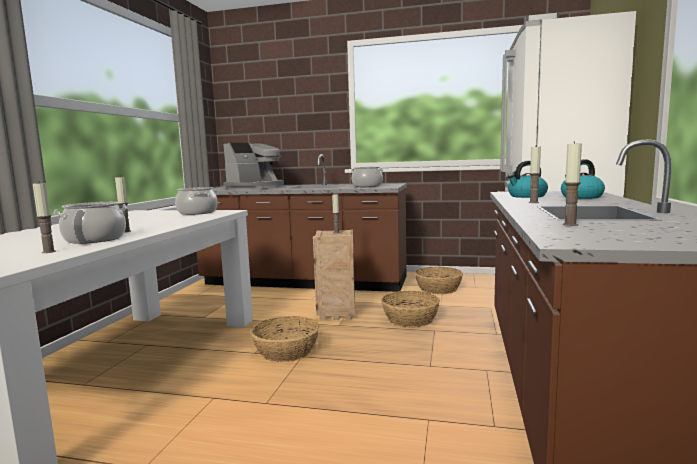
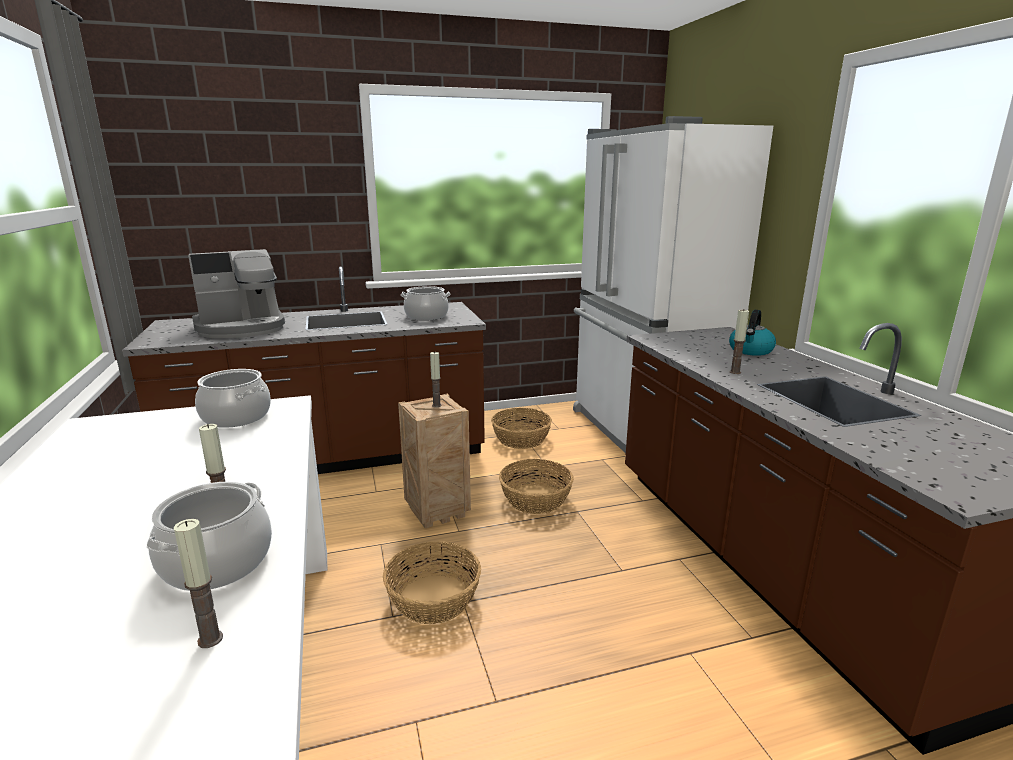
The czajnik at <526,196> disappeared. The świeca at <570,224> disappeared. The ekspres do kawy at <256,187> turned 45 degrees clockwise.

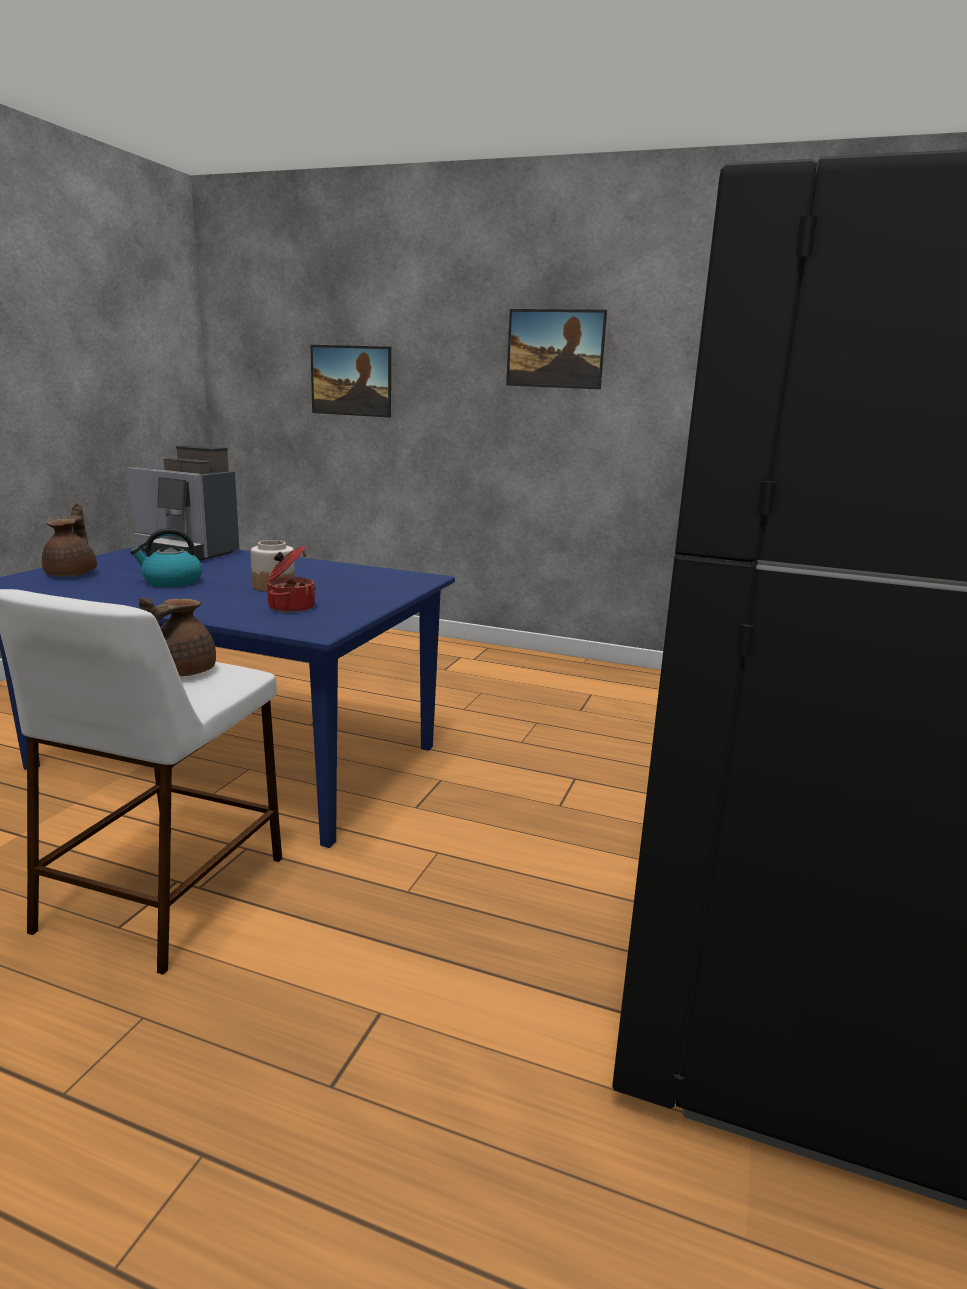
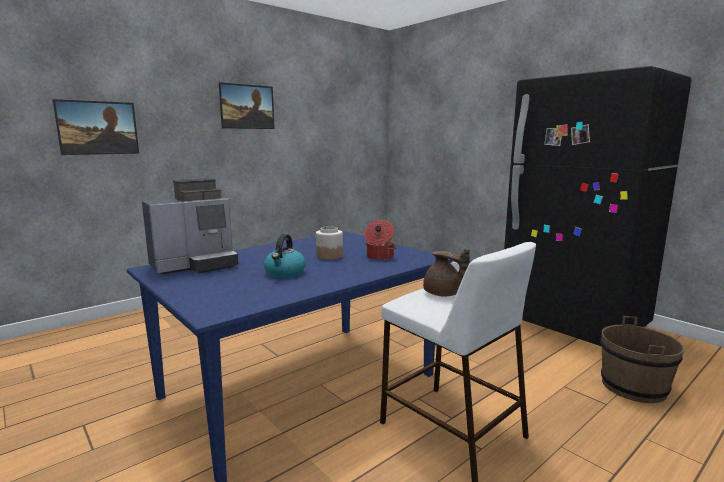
The imbryk/brązowy at <73,573> disappeared. The wiadro/brązowy at <633,387> appeared.

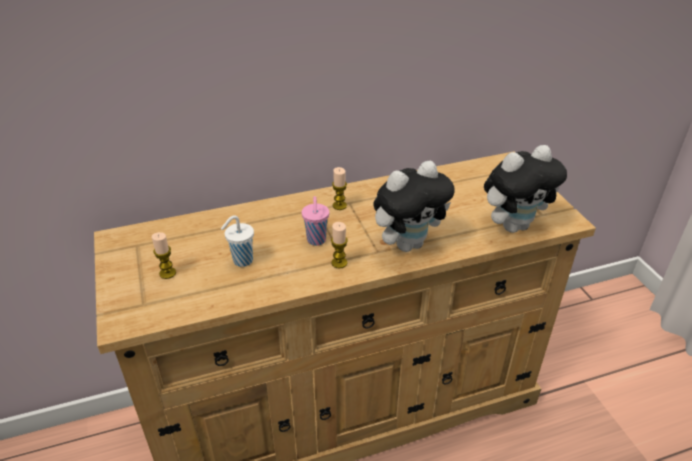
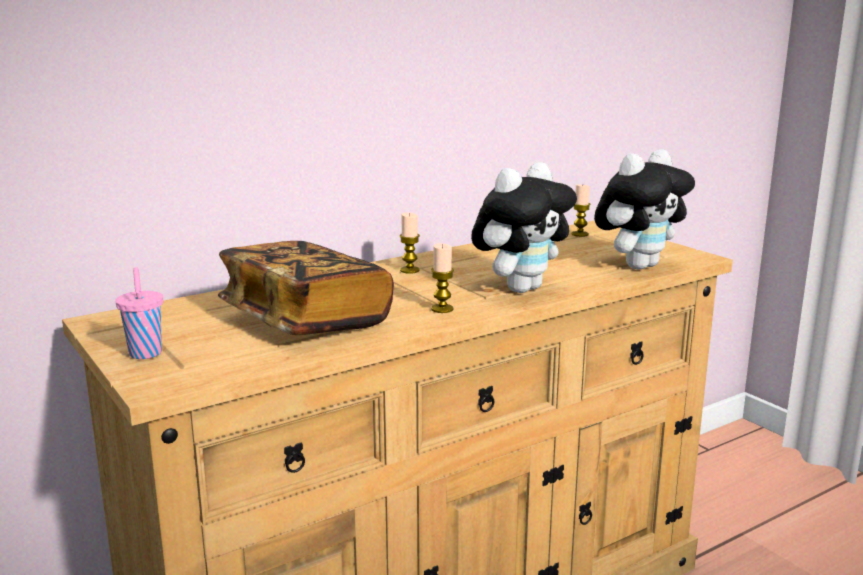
The świeca moved from <167,273> to <580,234>. The filiżanka/różowy moved from <316,241> to <145,354>. The filiżanka/biały at <241,261> was replaced by the książka at <305,320>.

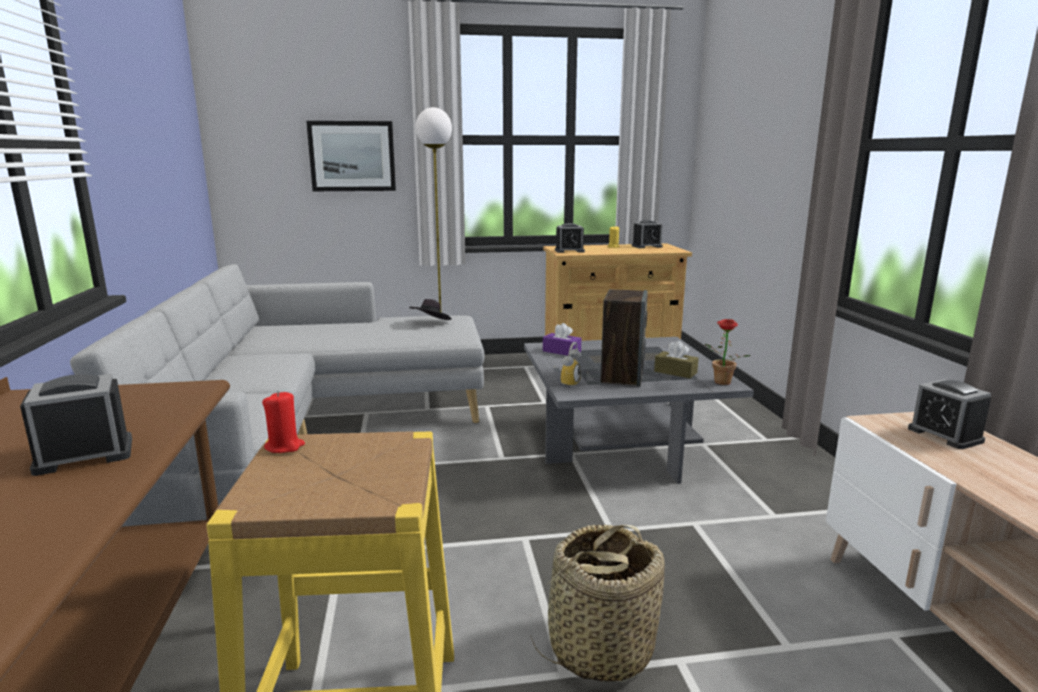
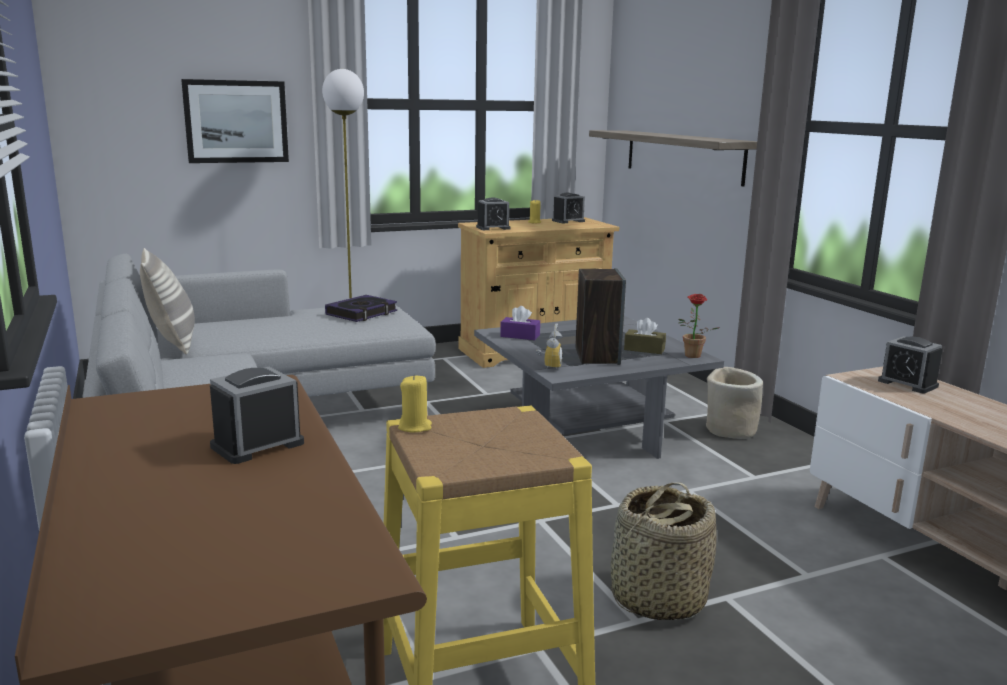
The poduszka at <172,342> appeared. The półka at <682,156> appeared. The donica/beżowy at <729,430> appeared. The kapelusz/czarny at <430,323> was replaced by the książka at <362,313>. The świeca/czerwony at <284,446> became the świeca/żółty at <415,427>.

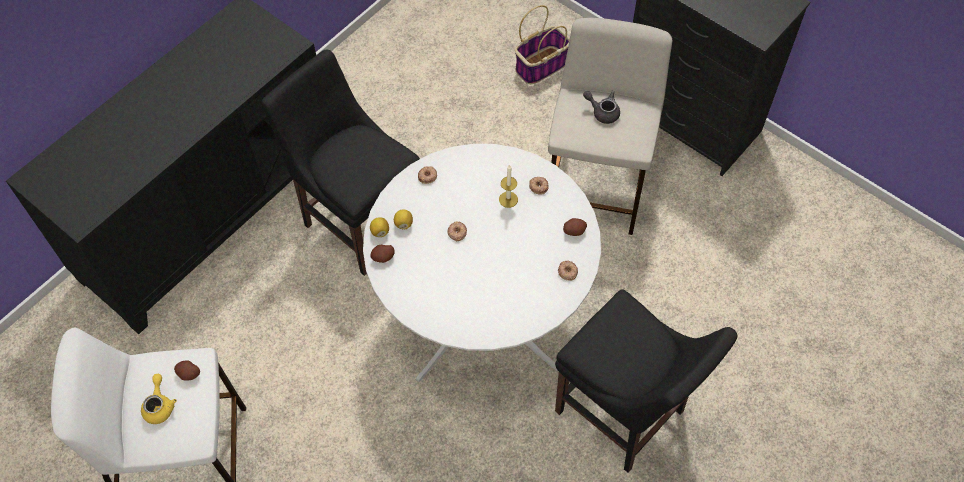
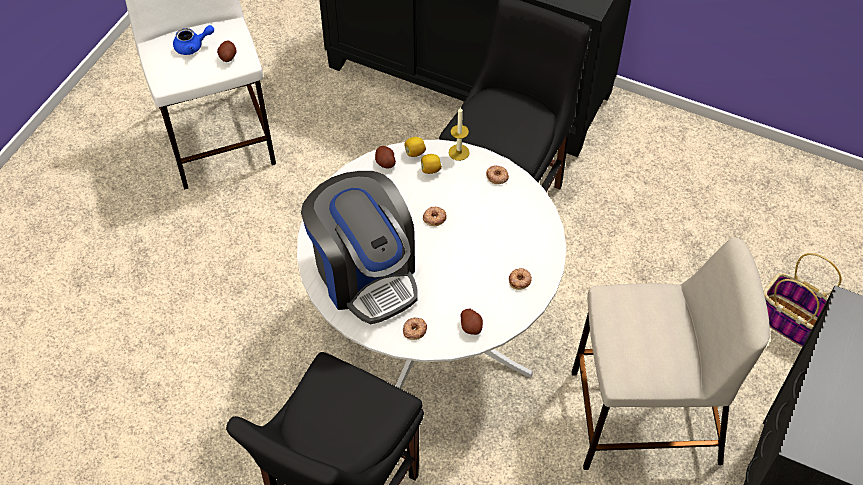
The imbryk/szary at <602,112> disappeared. The ekspres do kawy at <365,273> appeared. The świeca moved from <508,199> to <459,152>. The imbryk/żółty at <160,405> became the imbryk/niebieski at <193,46>.

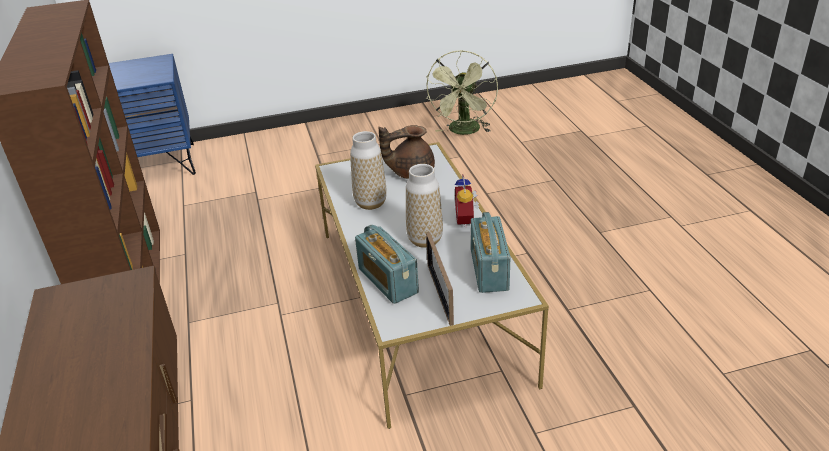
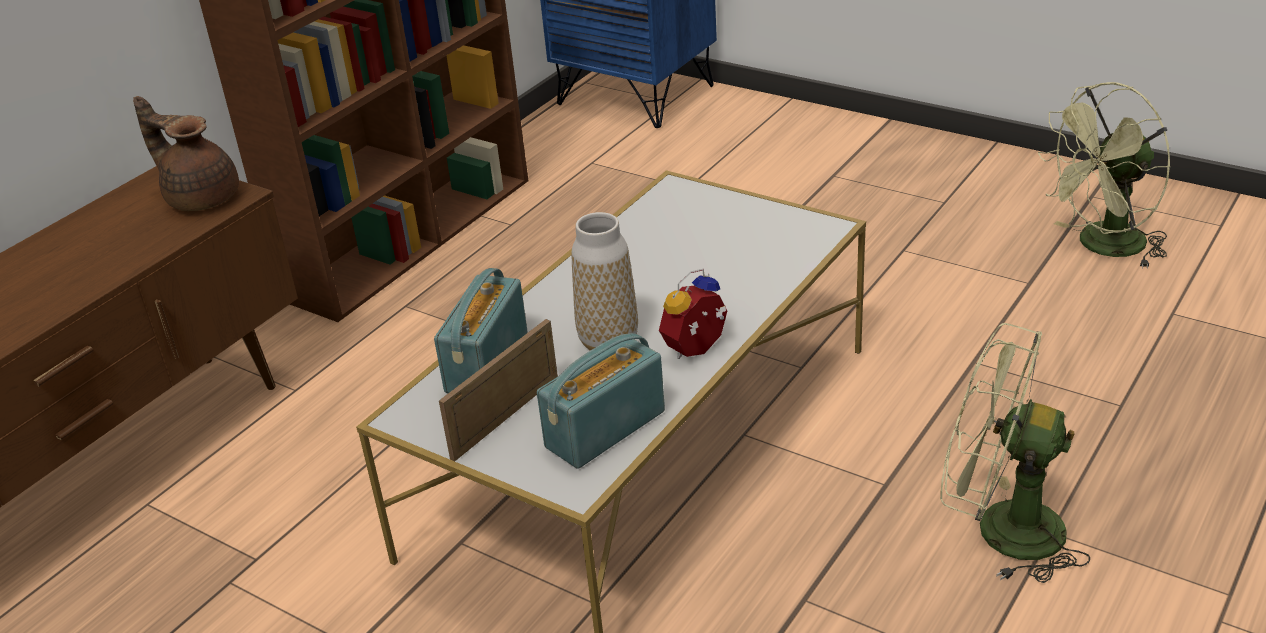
The wazon at <370,203> disappeared. The wentylator/zielony at <1000,530> appeared. The imbryk/brązowy moved from <410,172> to <201,197>.

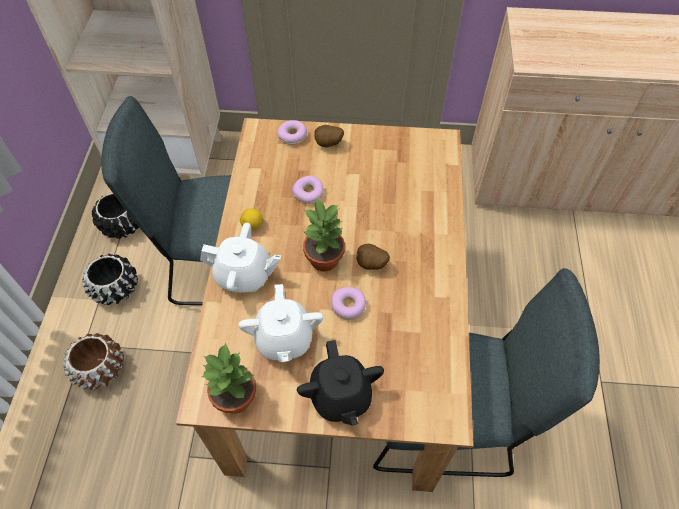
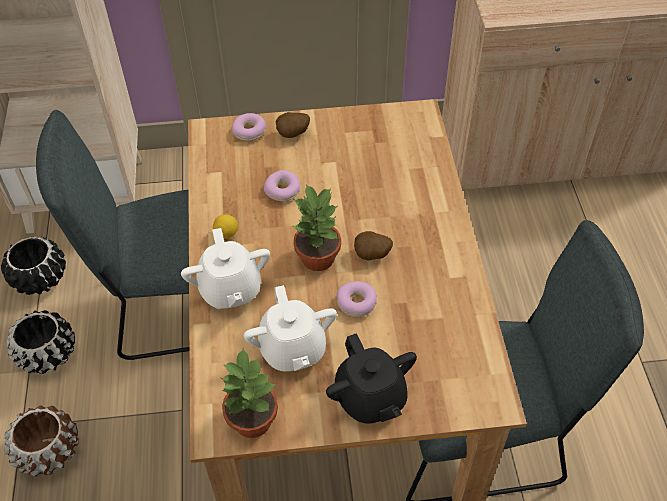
The imbryk/biały at <244,275> turned 75 degrees clockwise.

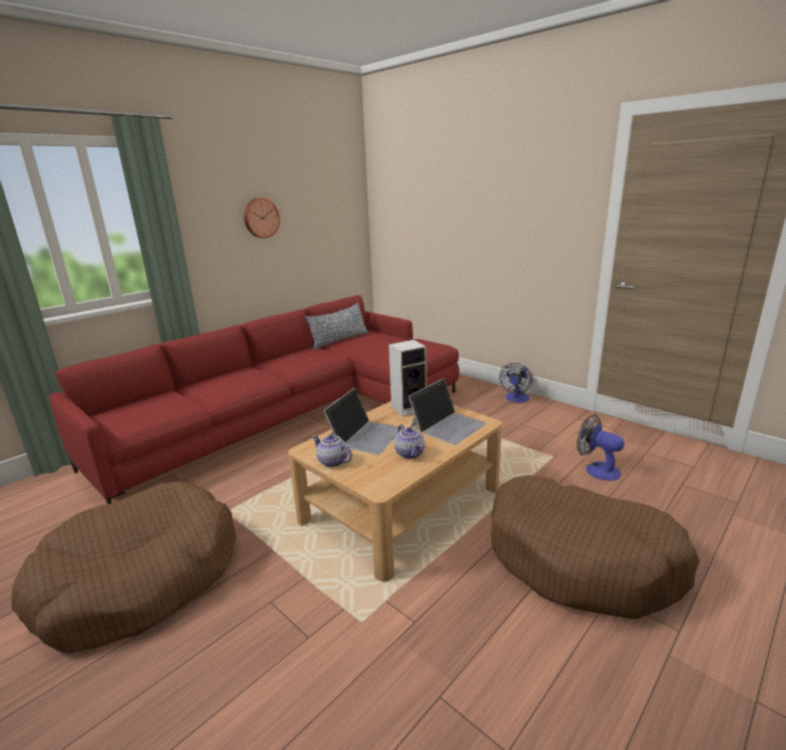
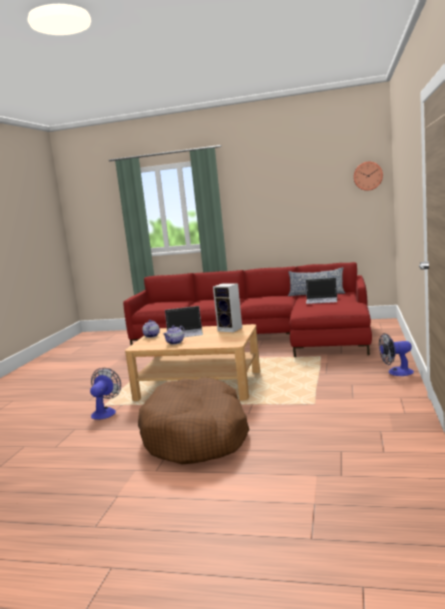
The legowisko/brązowy at <140,578> disappeared. The zegar ścienny moved from <261,218> to <368,176>. The laptop moved from <447,425> to <322,299>. The wentylator moved from <596,469> to <105,412>.

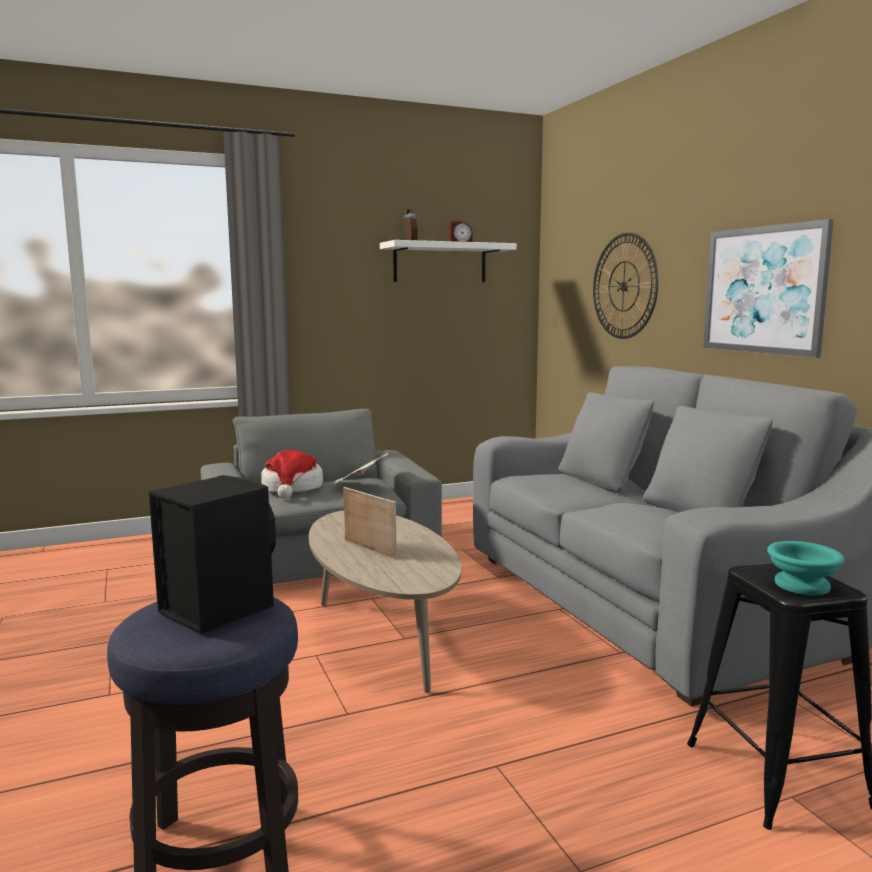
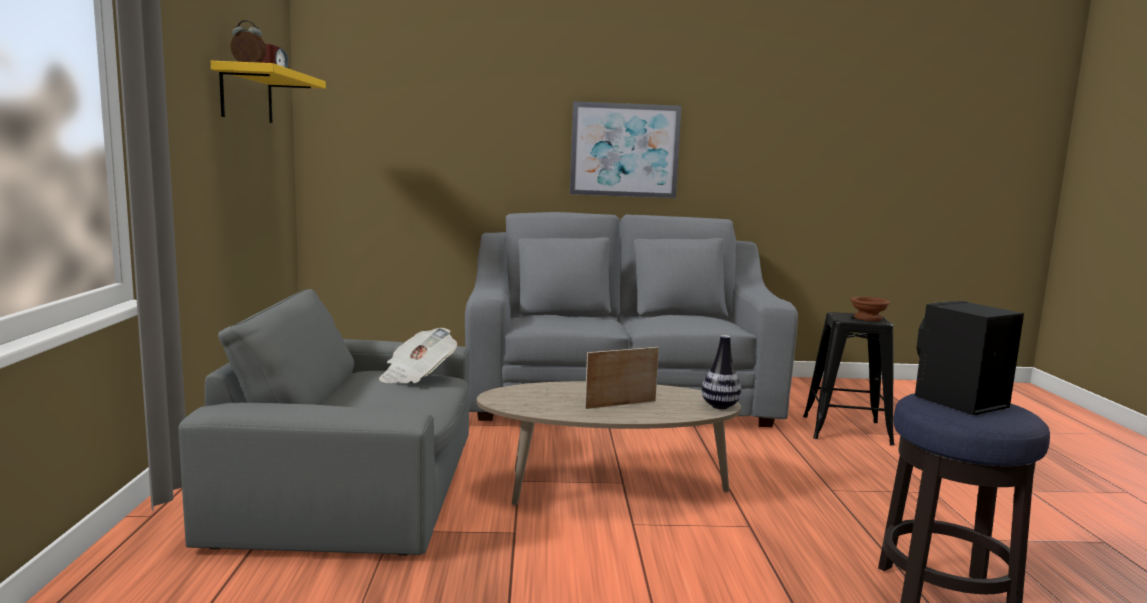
The kapelusz at <292,488> disappeared. The zegar ścienny at <624,286> disappeared. The wazon at <719,406> appeared. The półka/biały at <440,263> became the półka/żółty at <247,95>. The miska/turkusowy at <802,585> became the miska/brązowy at <867,318>.

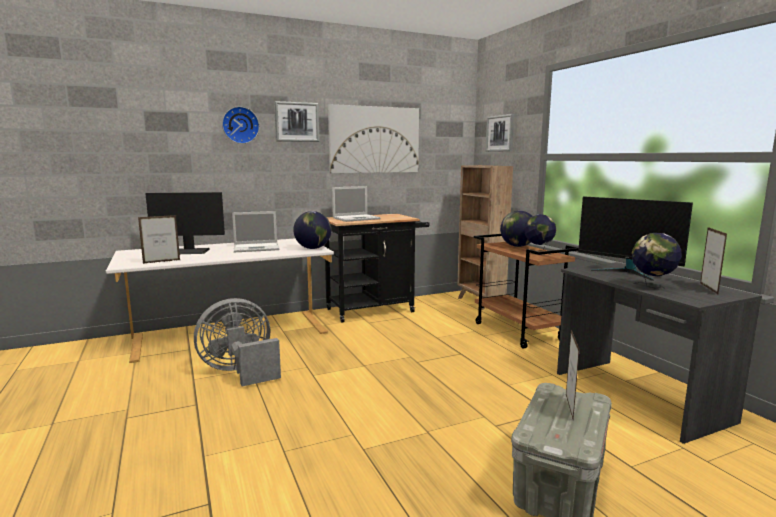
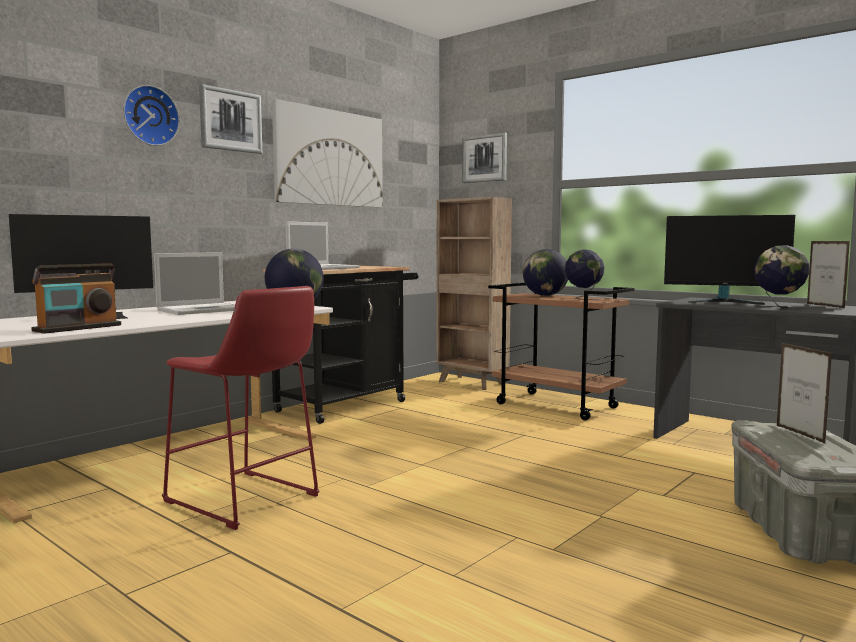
The ramka na zdjęcie at <162,261> was replaced by the radio at <78,328>. The wentylator/szary at <240,372> was replaced by the stołek/czerwony at <246,501>.

